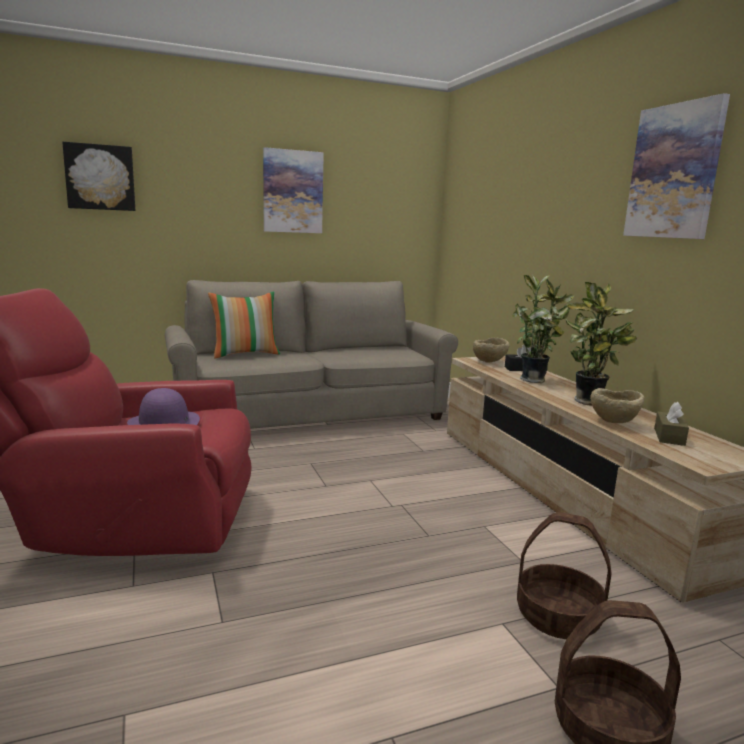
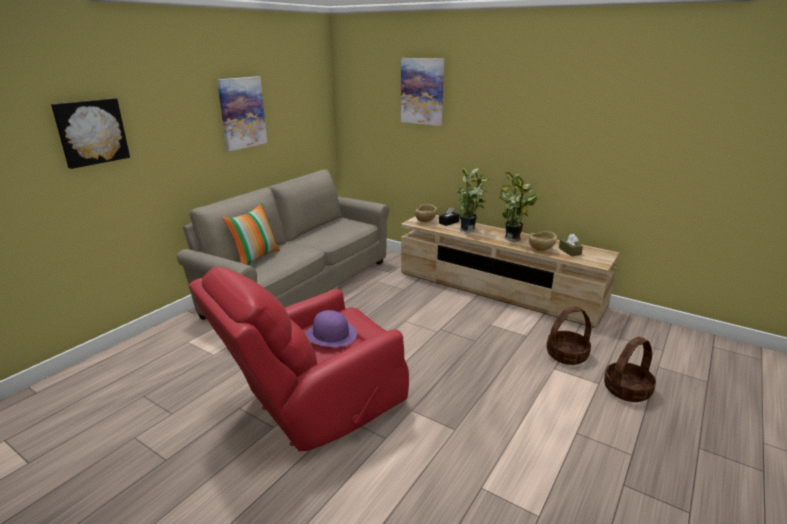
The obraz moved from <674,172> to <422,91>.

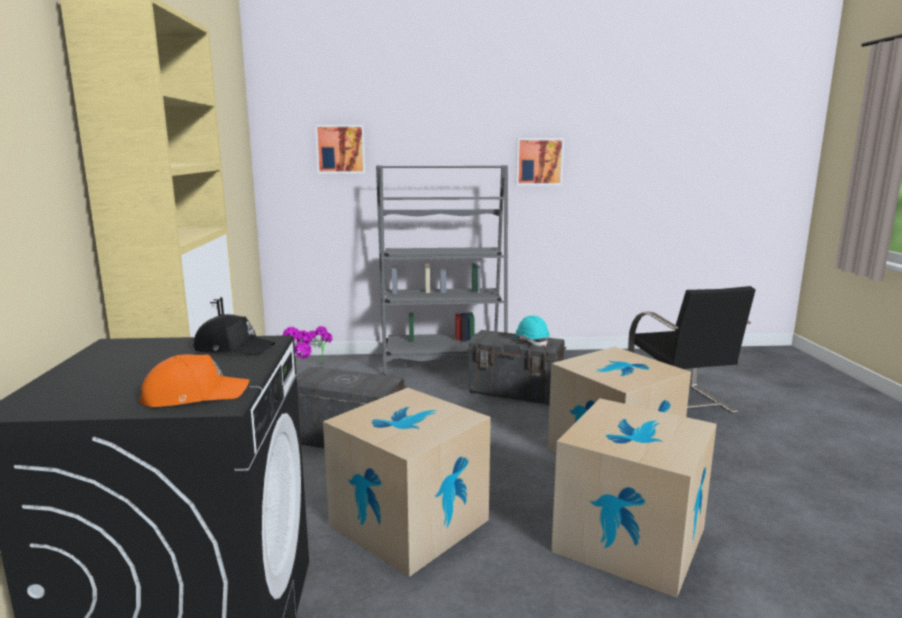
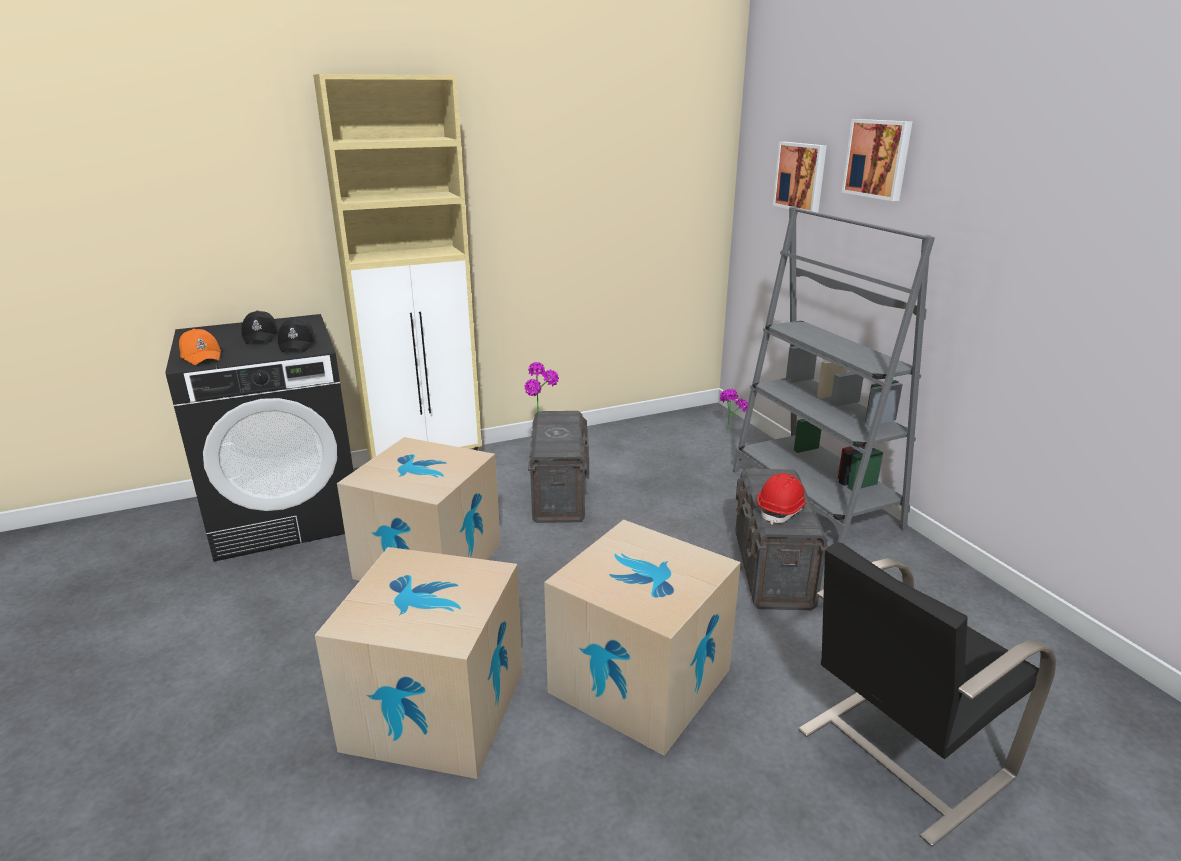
The czapka z daszkiem/czarny at <261,336> appeared. The obraz moved from <539,161> to <878,159>. The kask/turkusowy at <531,341> became the kask/czerwony at <781,510>.

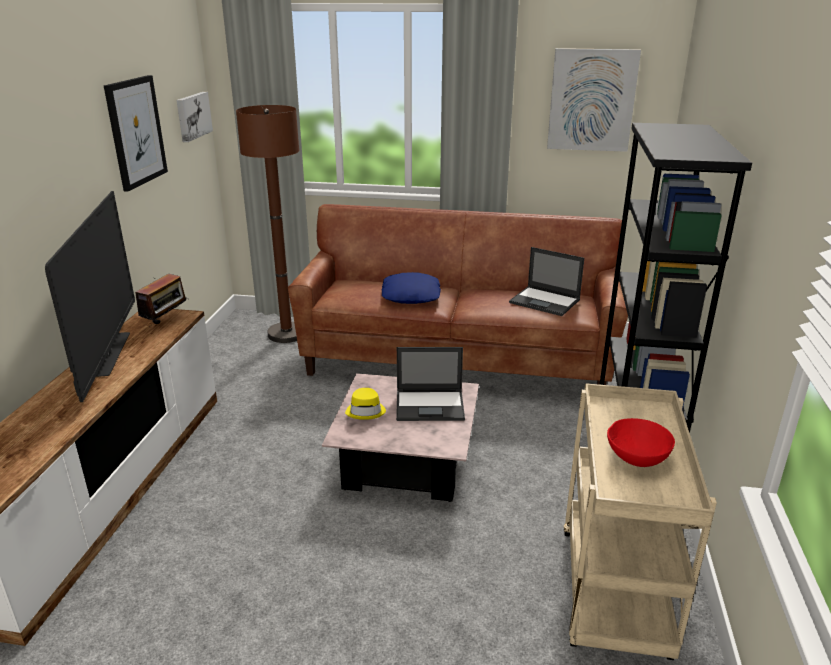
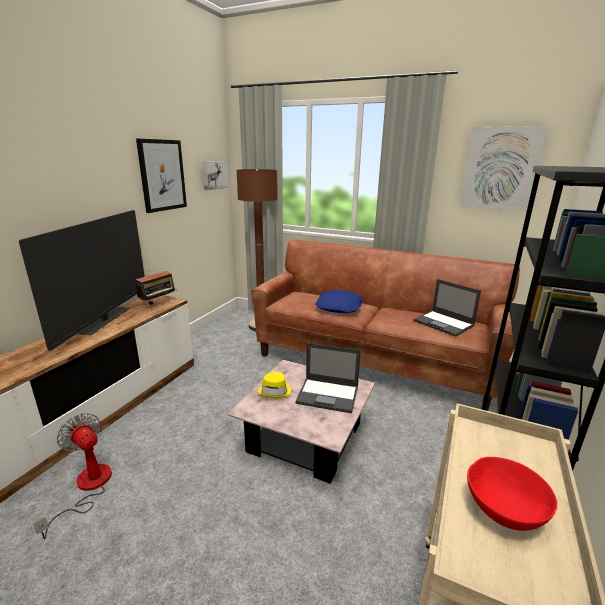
The wentylator at <87,488> appeared.

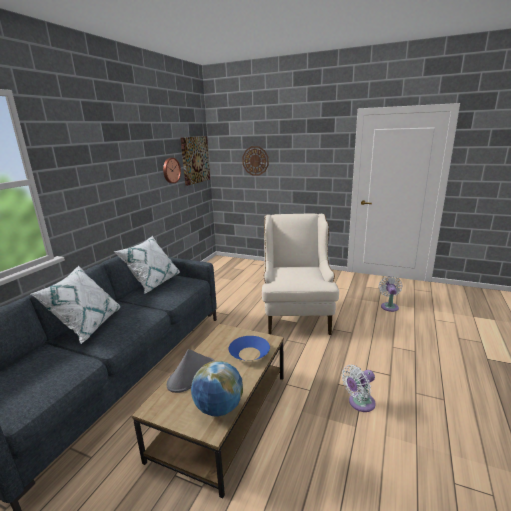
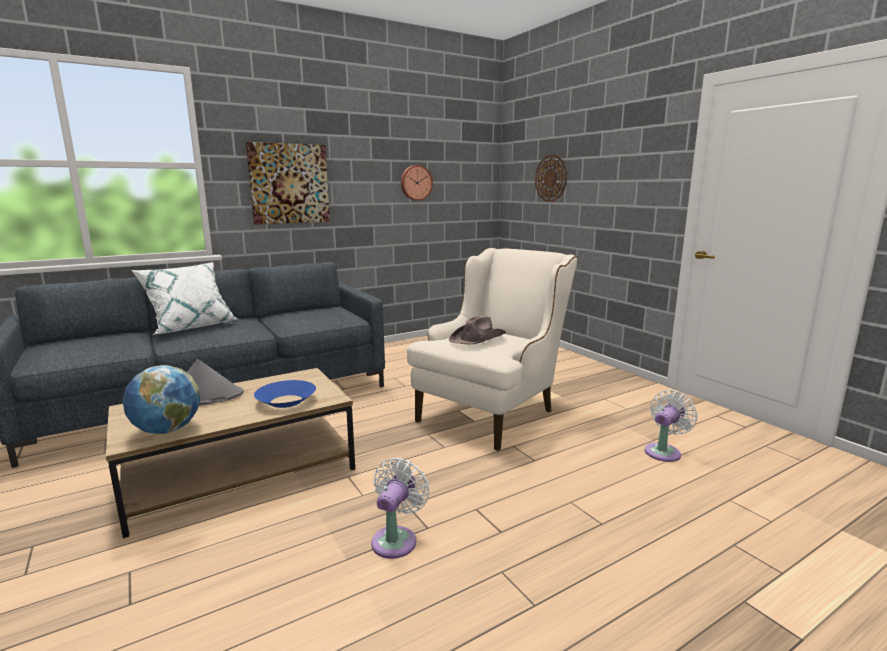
The poduszka/biały at <153,282> disappeared. The kapelusz/brązowy at <478,338> appeared. The obraz moved from <195,160> to <289,183>. The wentylator/biały at <359,403> turned 105 degrees clockwise.

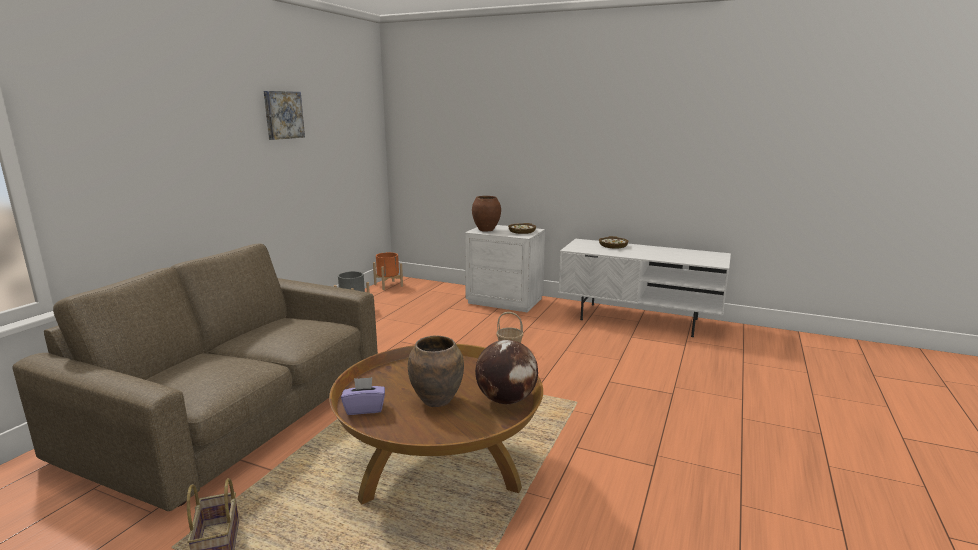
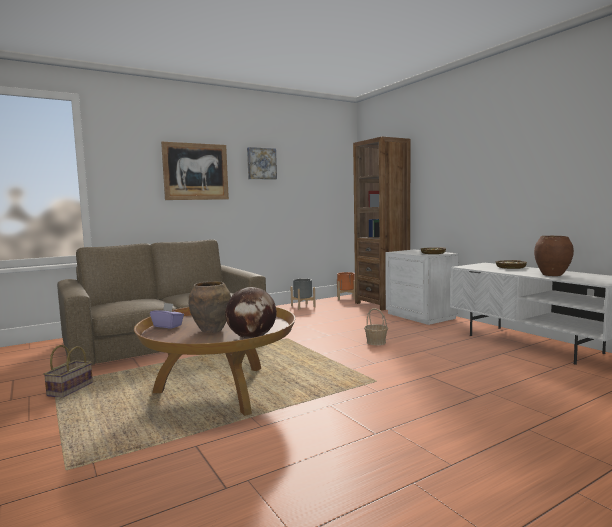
The obraz at <196,171> appeared. The regał/brązowy at <382,304> appeared. The wazon/brązowy moved from <486,230> to <552,275>.

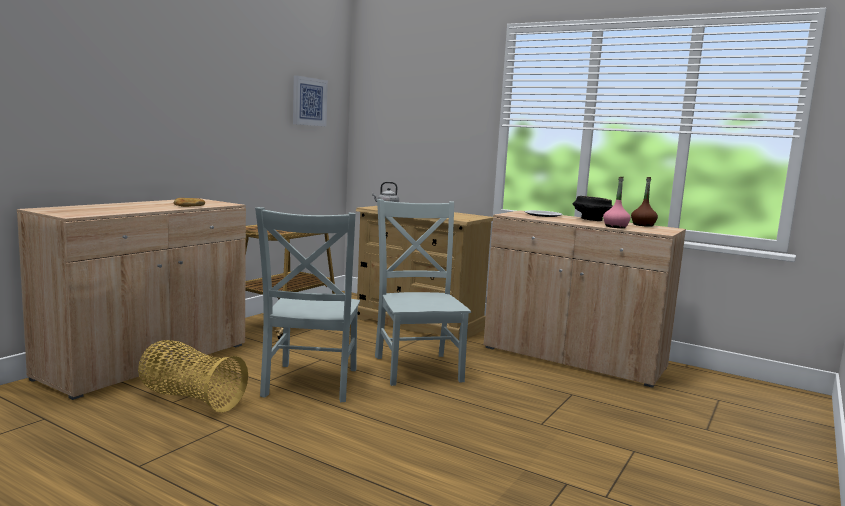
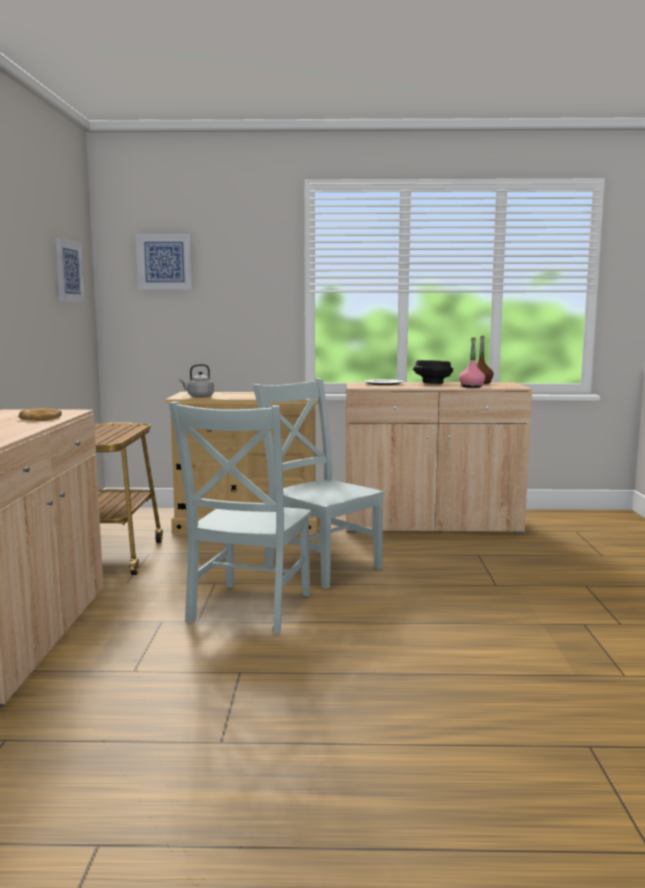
The koszyk at <190,398> disappeared. The obraz at <164,261> appeared. The krzesło/szary at <310,384> turned 45 degrees clockwise.

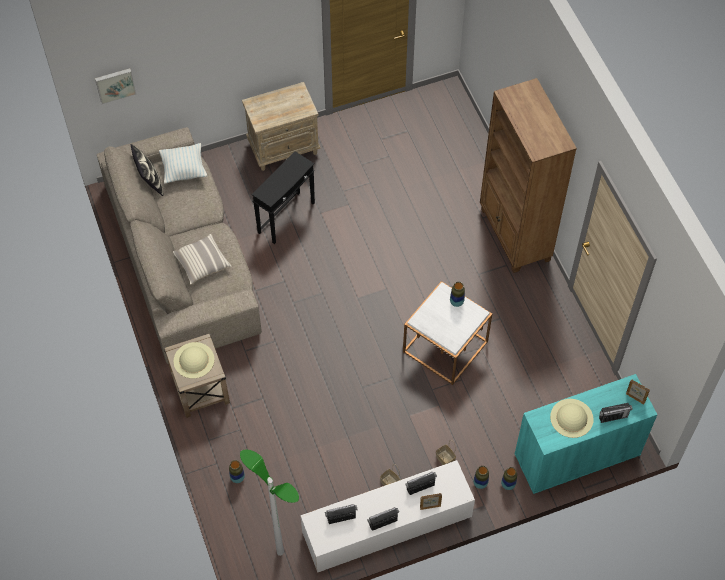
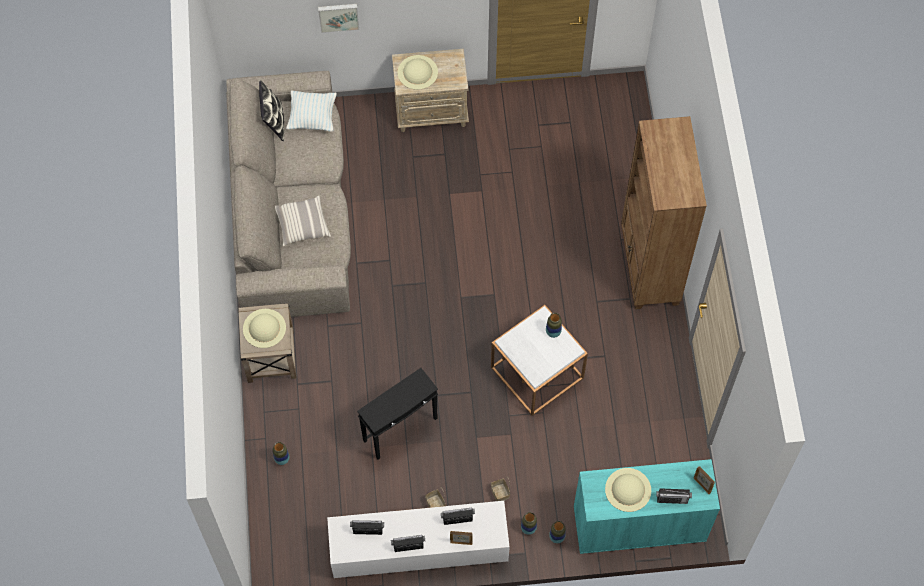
The lampa stojąca at <280,552> disappeared. The kapelusz/beżowy at <417,72> appeared. The obraz moved from <115,84> to <338,16>. The stolik/czarny moved from <286,217> to <400,429>.

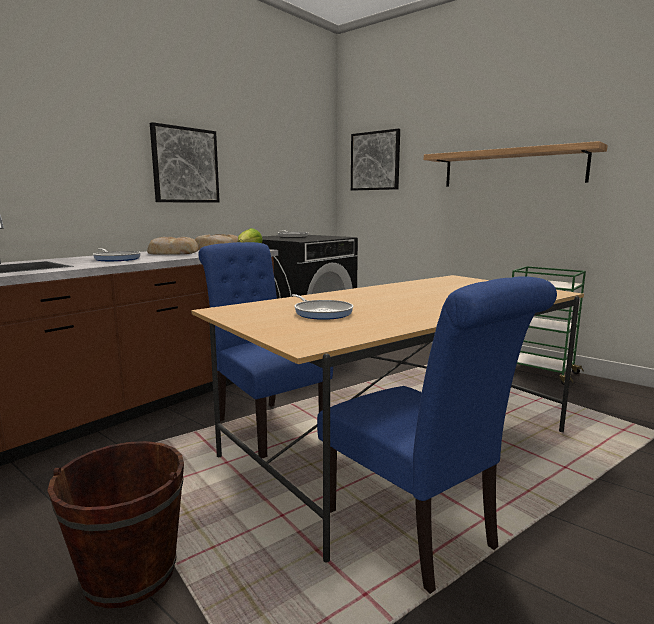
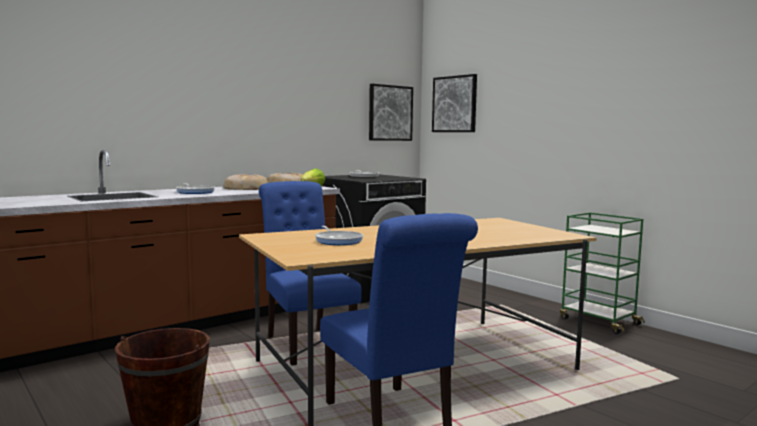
The półka at <512,168> disappeared. The obraz moved from <185,165> to <390,113>.

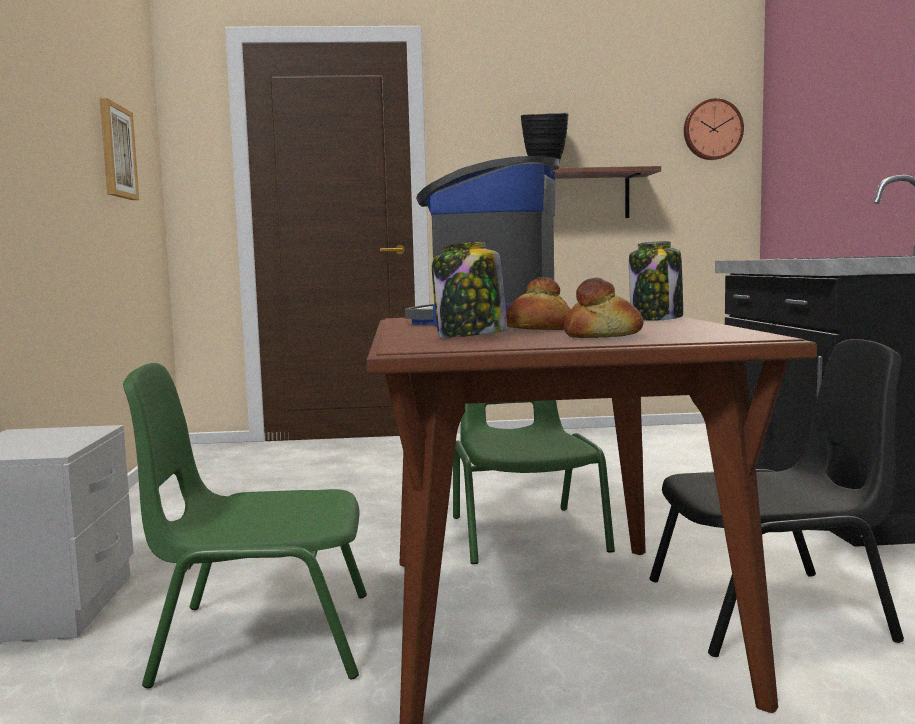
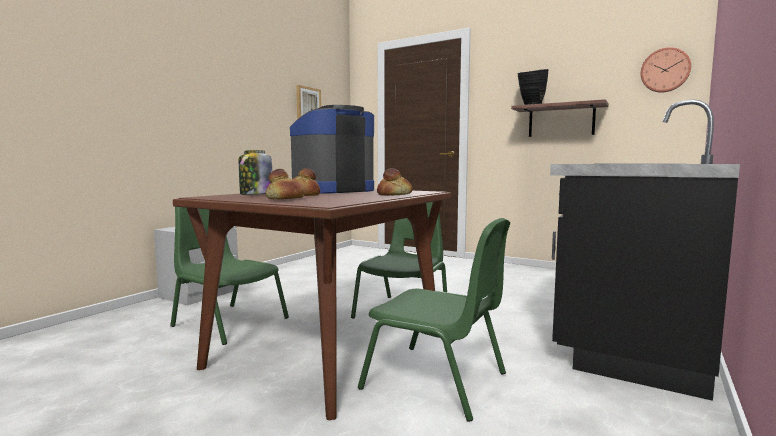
The słoik at <656,318> was replaced by the chleb at <394,195>. The krzesło/czarny at <770,610> became the krzesło/zielony at <437,381>.

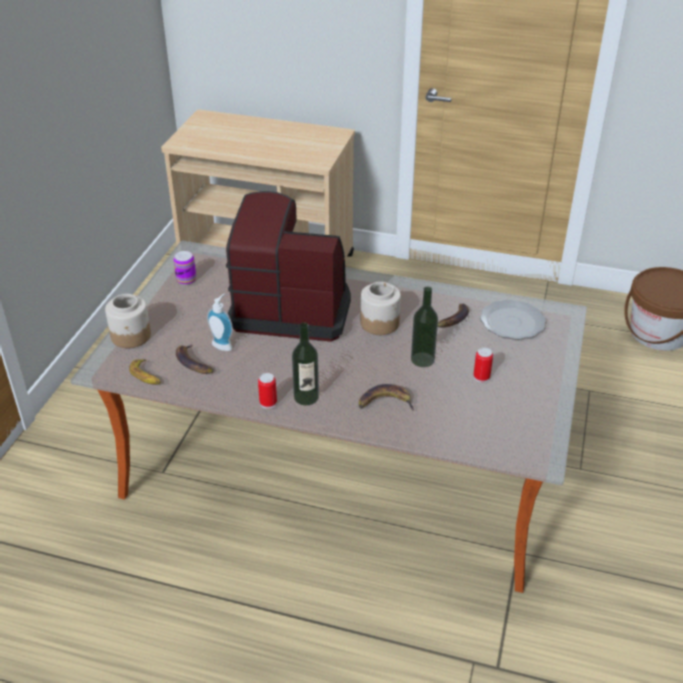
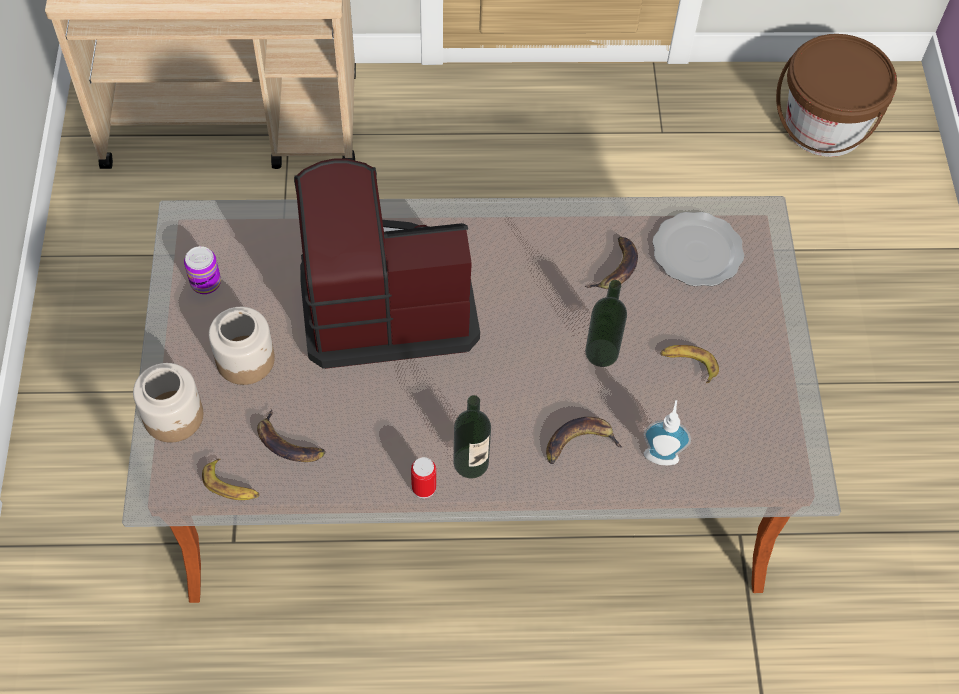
The dozownik mydła moved from <223,344> to <661,453>. The słoik moved from <380,323> to <245,359>. The puszka at <481,377> was replaced by the banan at <688,364>.

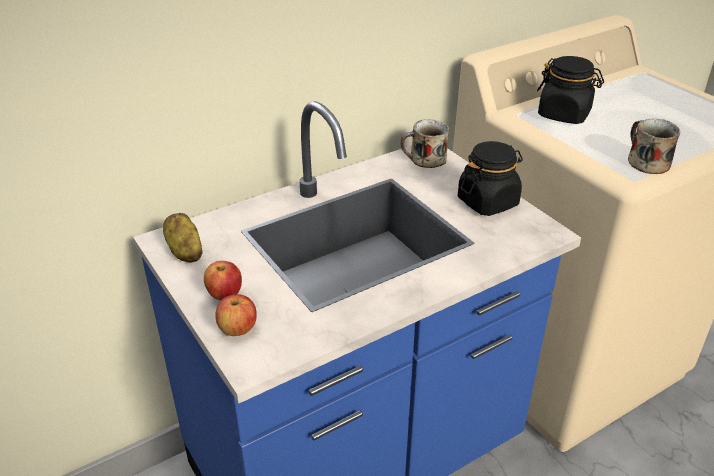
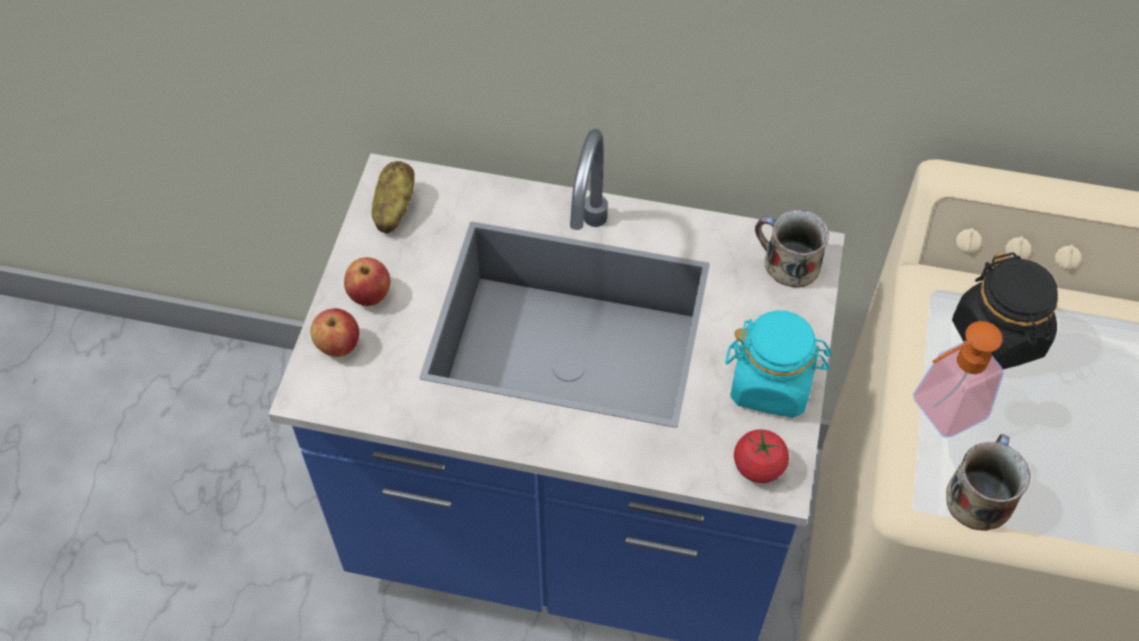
The pomidor at <758,466> appeared. The dozownik mydła at <938,413> appeared. The słoik/czarny at <488,202> became the słoik/turkusowy at <771,384>.

